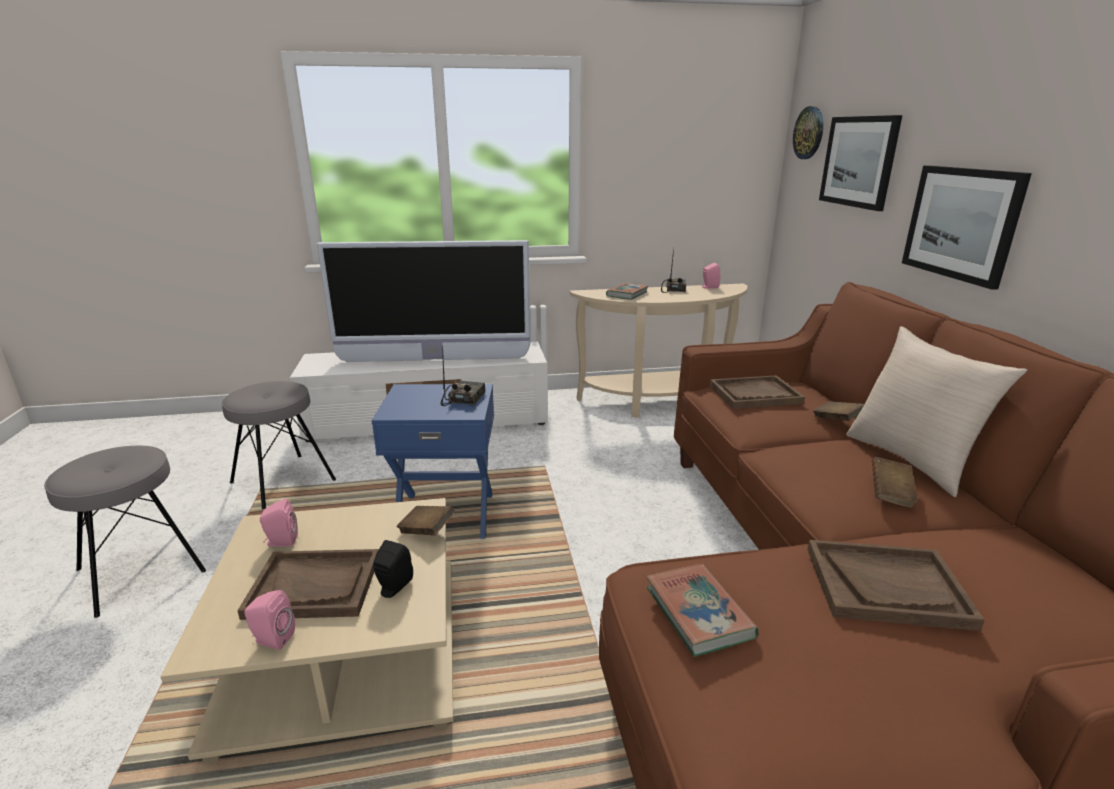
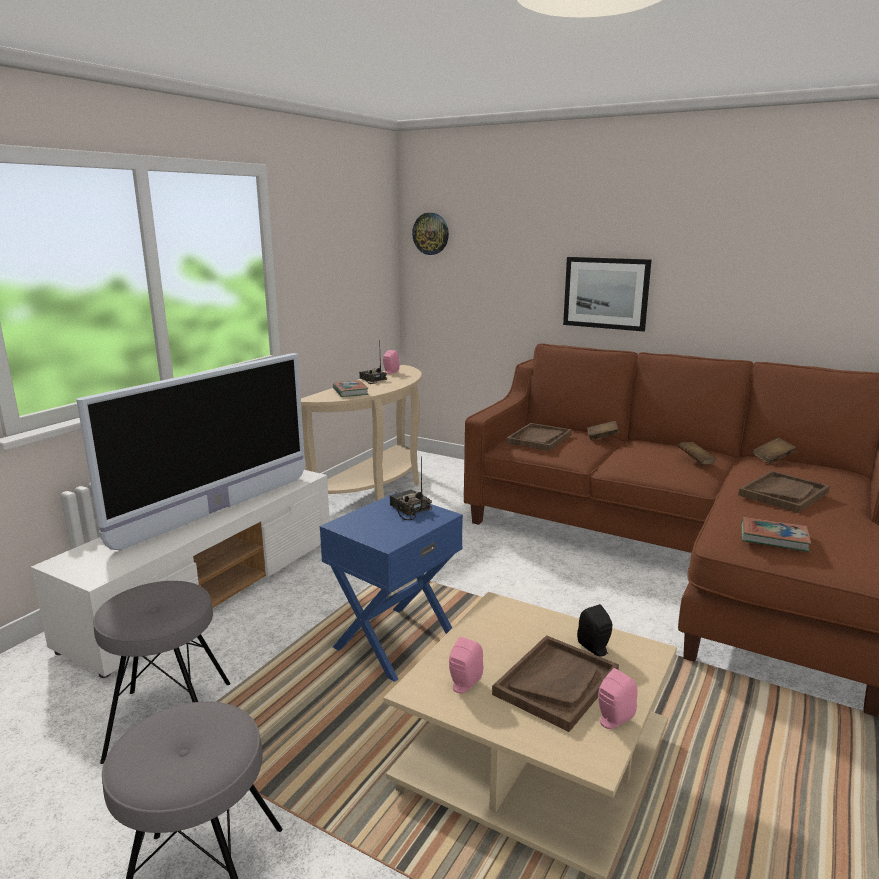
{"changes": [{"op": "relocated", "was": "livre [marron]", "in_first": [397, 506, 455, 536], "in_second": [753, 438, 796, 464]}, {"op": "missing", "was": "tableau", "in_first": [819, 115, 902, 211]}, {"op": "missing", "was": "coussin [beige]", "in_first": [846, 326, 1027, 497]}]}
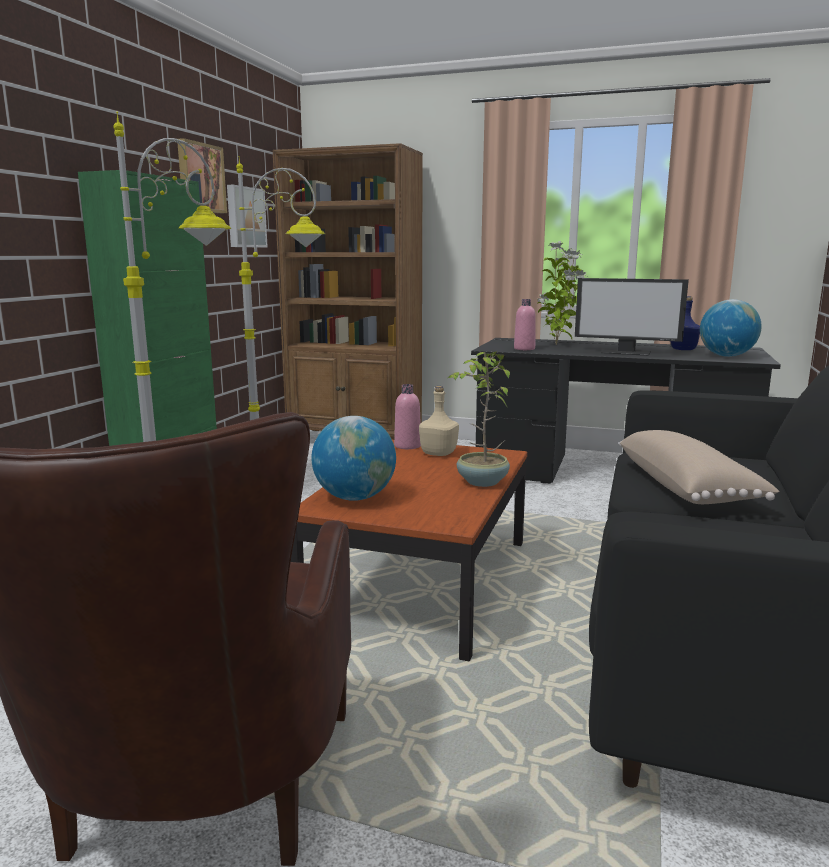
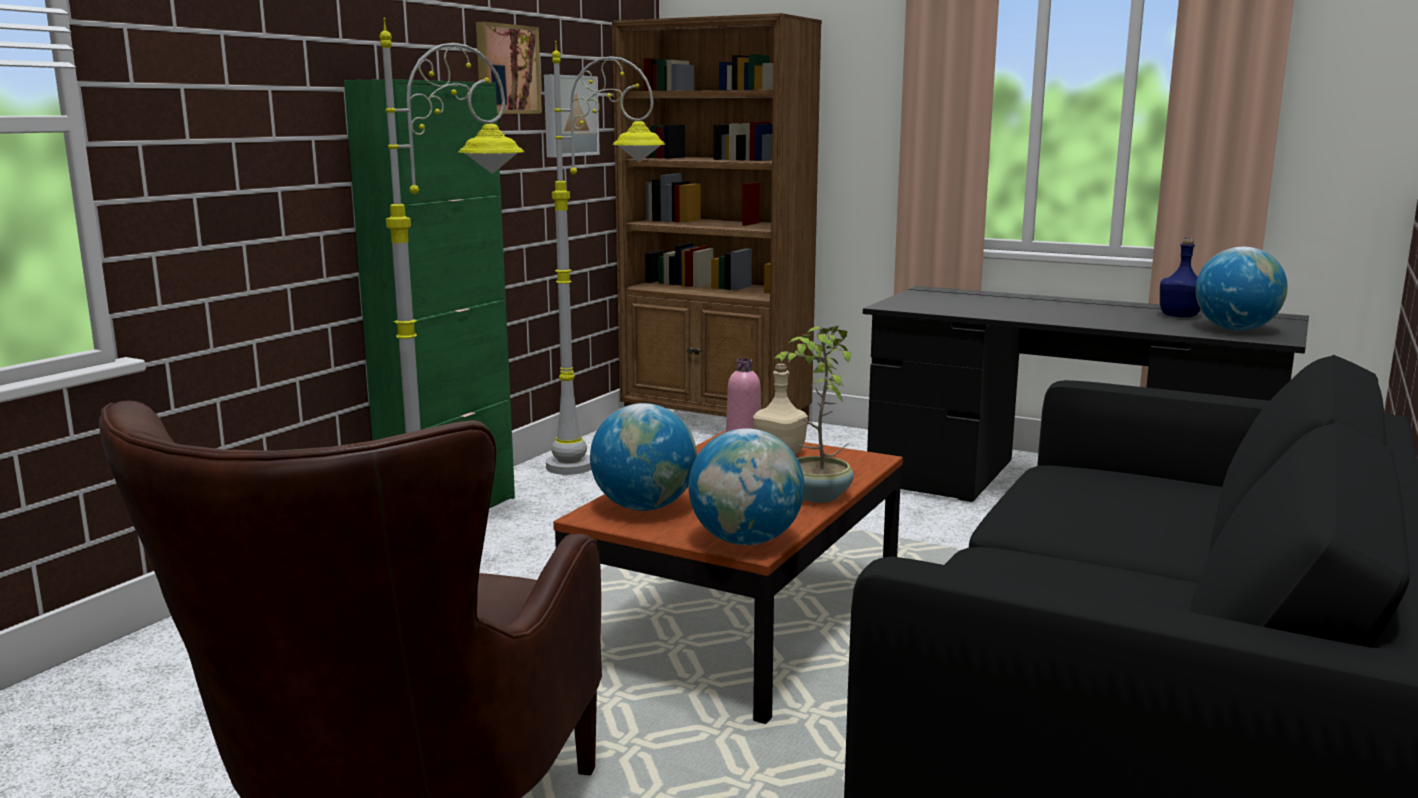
{"changes": [{"op": "appeared", "now": "globe", "in_second": [689, 428, 804, 545]}, {"op": "missing", "was": "bouteille [rose]", "in_first": [514, 299, 536, 350]}, {"op": "missing", "was": "plante en pot", "in_first": [537, 241, 588, 345]}, {"op": "missing", "was": "écran d'ordinateur", "in_first": [575, 278, 689, 356]}, {"op": "missing", "was": "coussin [beige]", "in_first": [619, 430, 779, 504]}]}
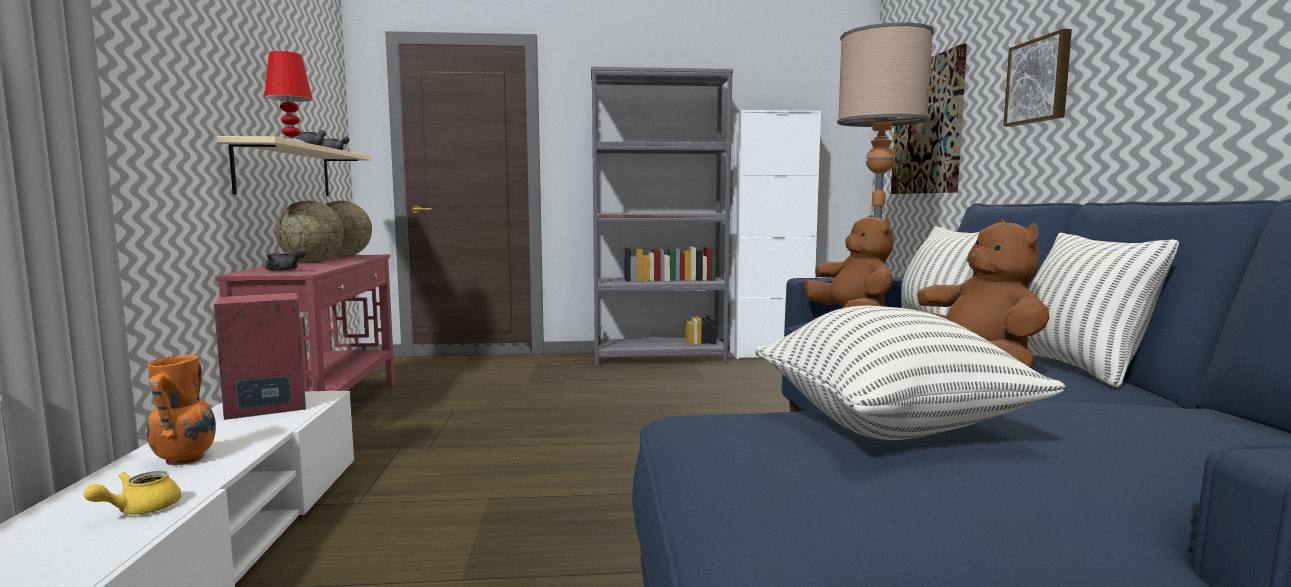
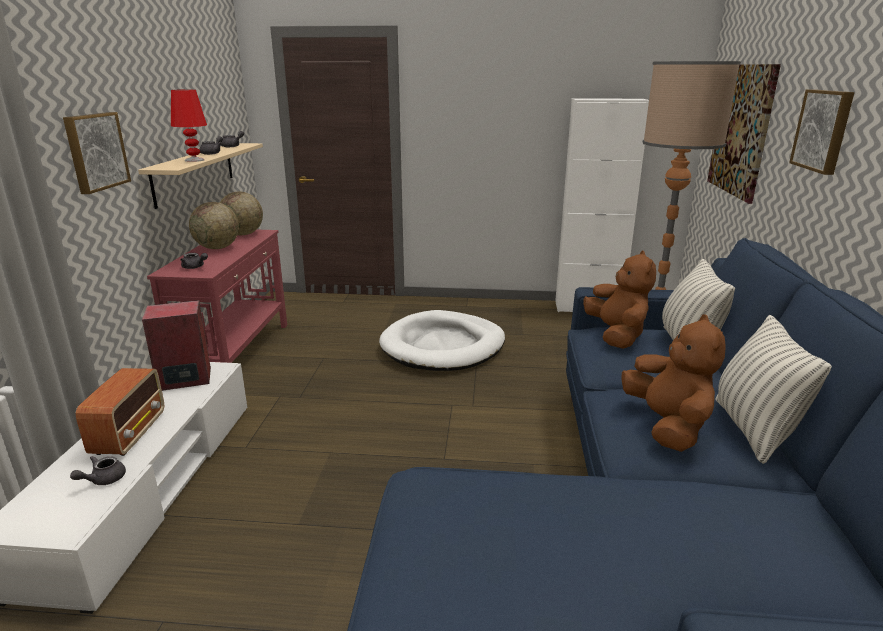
{"changes": [{"op": "appeared", "now": "tableau", "in_second": [63, 112, 131, 194]}, {"op": "colour", "was": "théière [jaune]", "now": "théière [gris]", "in_first": [84, 471, 181, 515], "in_second": [70, 456, 126, 485]}, {"op": "exchanged", "was": "vase [orange]", "now": "radio", "in_first": [146, 355, 216, 466], "in_second": [75, 368, 164, 456]}, {"op": "appeared", "now": "panier pour chien [blanc]", "in_second": [379, 310, 505, 371]}, {"op": "missing", "was": "bibliothèque [gris]", "in_first": [591, 66, 733, 366]}, {"op": "missing", "was": "coussin", "in_first": [755, 306, 1065, 440]}]}
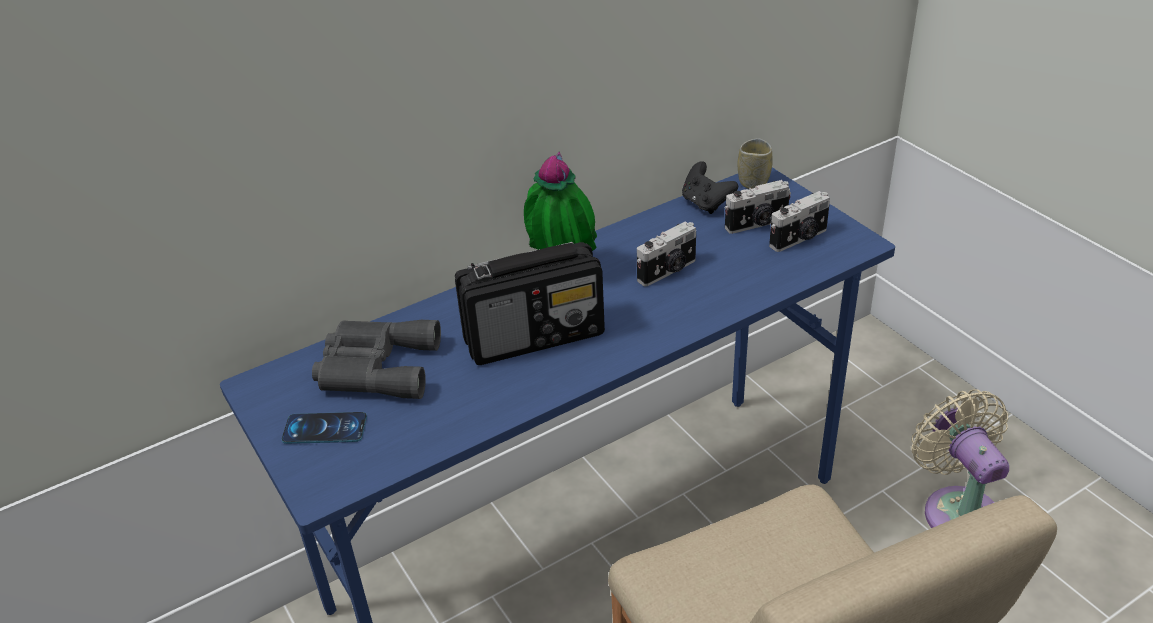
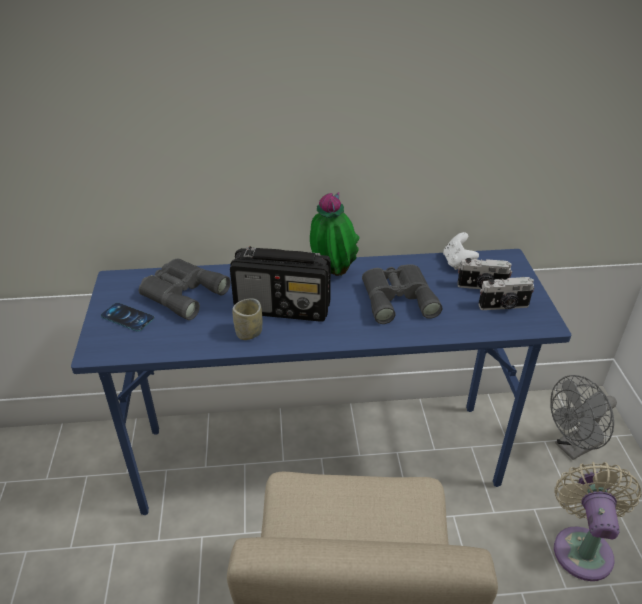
{"changes": [{"op": "relocated", "was": "tasse", "in_first": [737, 138, 773, 189], "in_second": [232, 298, 262, 340]}, {"op": "exchanged", "was": "appareil photo", "now": "jumelles [gris]", "in_first": [637, 221, 696, 286], "in_second": [362, 264, 442, 324]}, {"op": "colour", "was": "manette [noir]", "now": "manette [blanc]", "in_first": [682, 161, 738, 214], "in_second": [443, 232, 479, 270]}, {"op": "appeared", "now": "ventilateur [gris]", "in_second": [550, 375, 617, 460]}]}
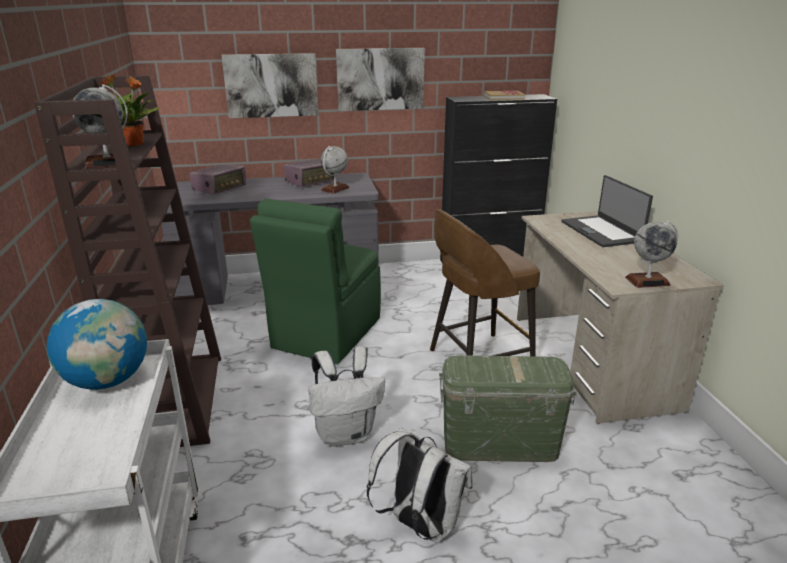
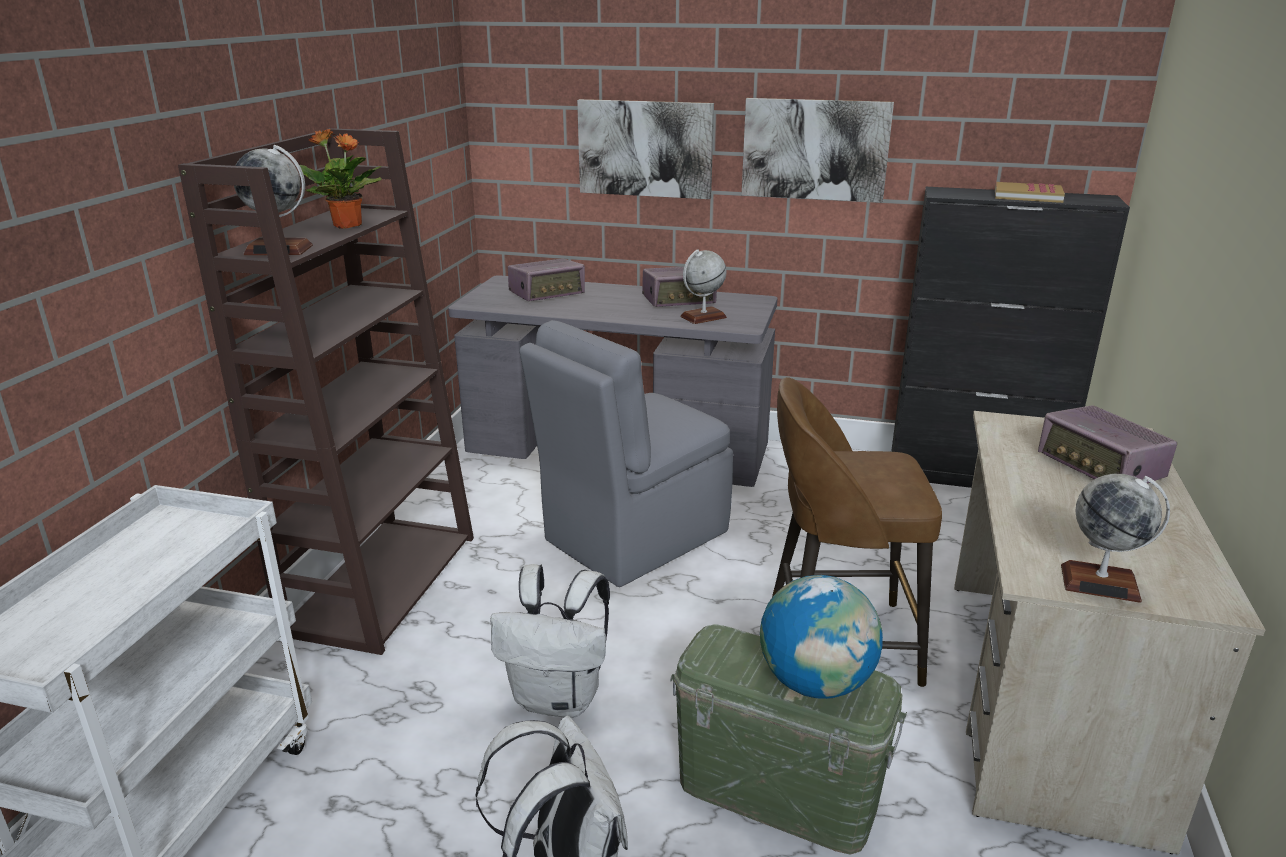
{"changes": [{"op": "colour", "was": "chaise [vert]", "now": "chaise [gris]", "in_first": [250, 199, 381, 364], "in_second": [519, 320, 733, 587]}, {"op": "relocated", "was": "globe", "in_first": [47, 299, 147, 390], "in_second": [760, 575, 883, 699]}, {"op": "exchanged", "was": "ordinateur portable", "now": "radio", "in_first": [561, 175, 653, 247], "in_second": [1038, 405, 1177, 484]}]}
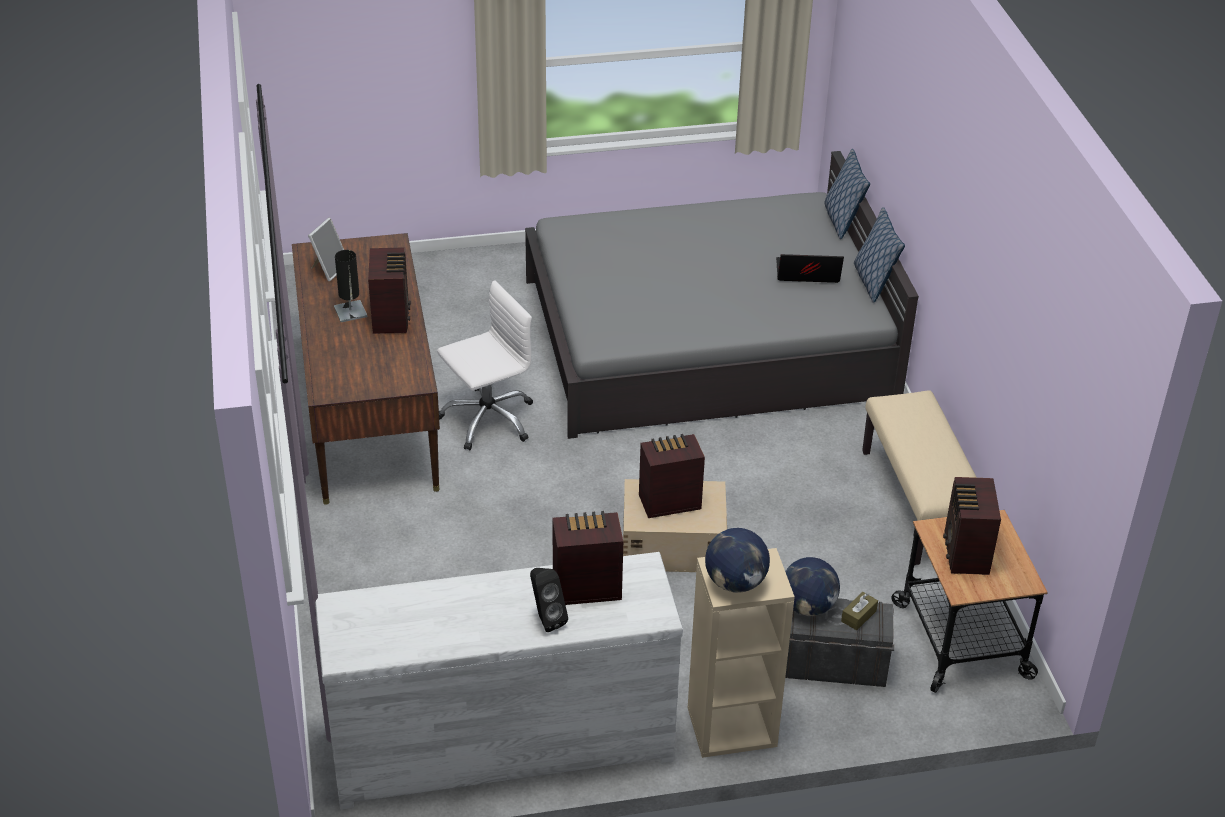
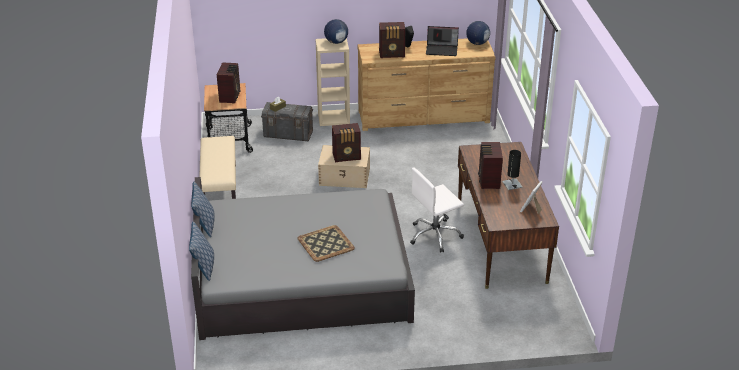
{"changes": [{"op": "appeared", "now": "plateau", "in_second": [297, 225, 355, 262]}, {"op": "colour", "was": "commode [blanc]", "now": "commode [marron]", "in_first": [315, 552, 683, 810], "in_second": [357, 38, 496, 131]}, {"op": "relocated", "was": "ordinateur portable", "in_first": [776, 254, 844, 283], "in_second": [426, 26, 459, 56]}, {"op": "relocated", "was": "globe", "in_first": [785, 557, 840, 616], "in_second": [466, 21, 490, 45]}]}
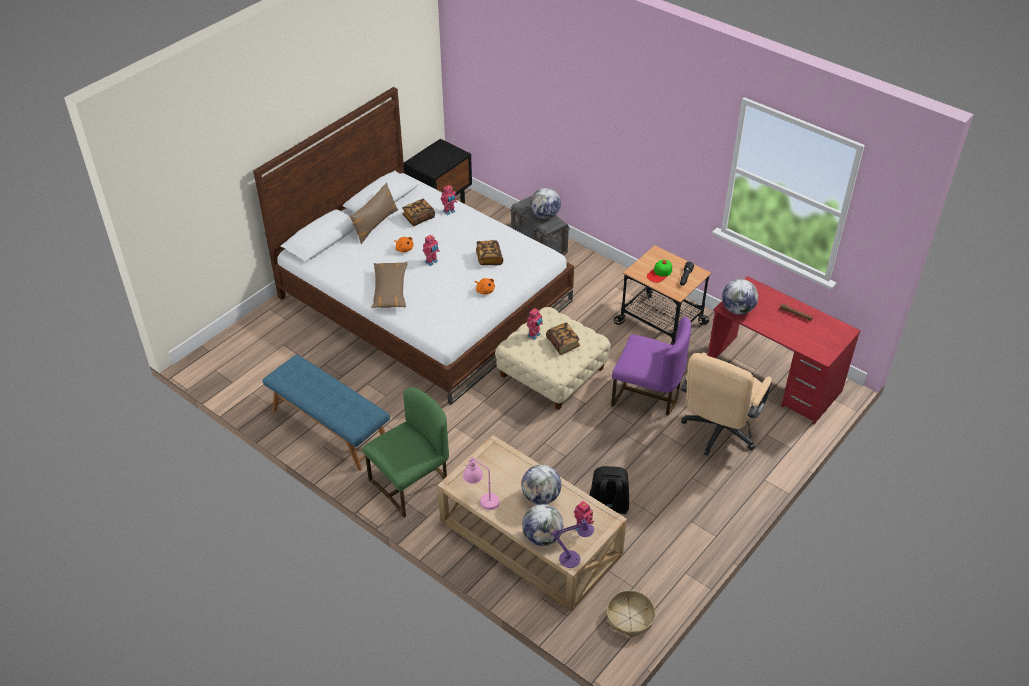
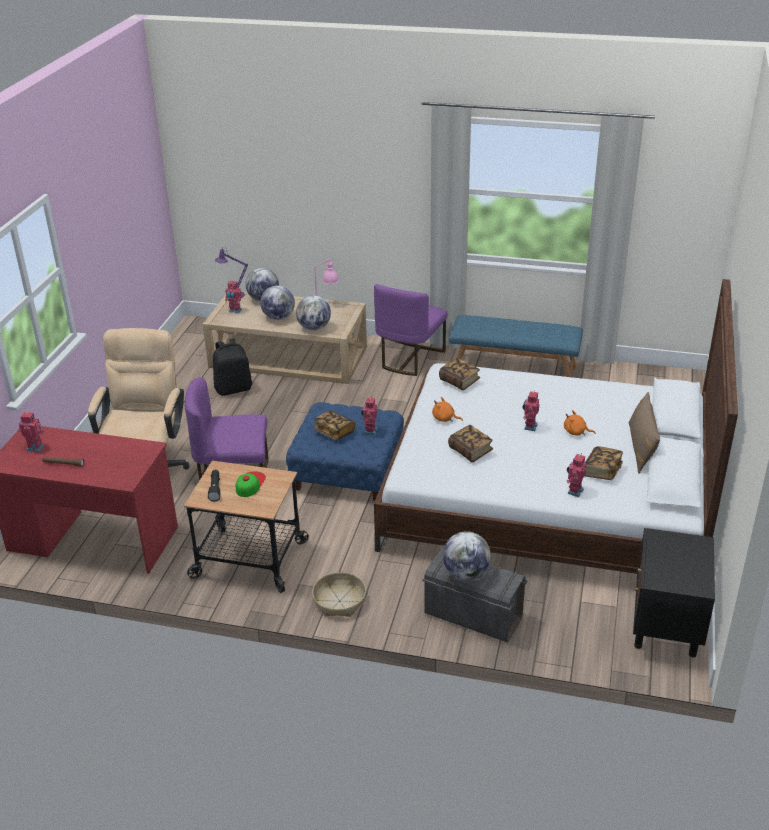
{"changes": [{"op": "appeared", "now": "robot jouet", "in_second": [19, 412, 44, 452]}, {"op": "colour", "was": "pouf [beige]", "now": "pouf [bleu]", "in_first": [495, 307, 611, 410], "in_second": [286, 402, 404, 501]}, {"op": "relocated", "was": "globe", "in_first": [722, 279, 758, 315], "in_second": [296, 295, 331, 330]}, {"op": "relocated", "was": "panier", "in_first": [607, 590, 656, 638], "in_second": [312, 572, 366, 617]}, {"op": "colour", "was": "chaise [vert]", "now": "chaise [violet]", "in_first": [362, 387, 449, 518], "in_second": [374, 284, 447, 376]}, {"op": "appeared", "now": "livre", "in_second": [439, 358, 480, 390]}, {"op": "missing", "was": "coussin [marron]", "in_first": [371, 262, 408, 308]}]}
